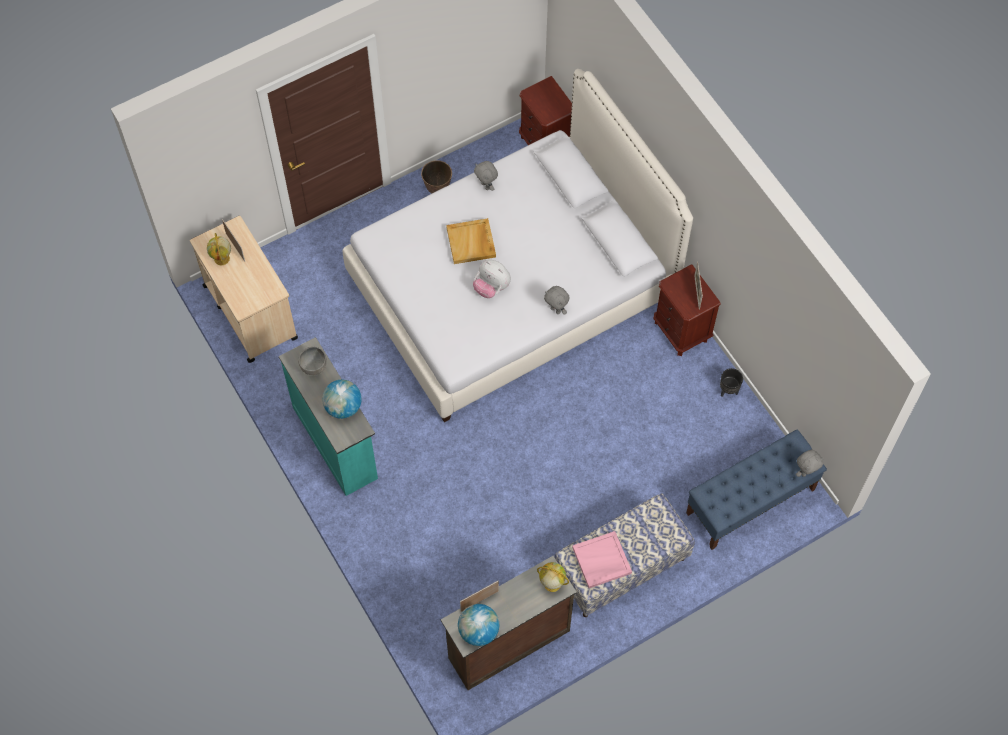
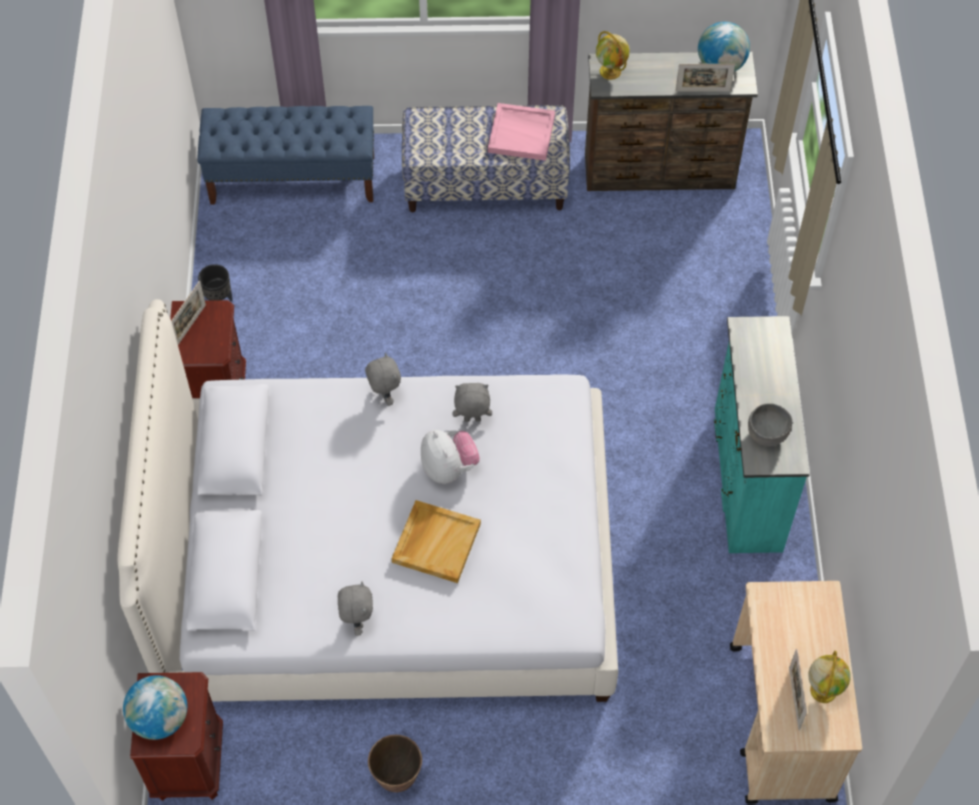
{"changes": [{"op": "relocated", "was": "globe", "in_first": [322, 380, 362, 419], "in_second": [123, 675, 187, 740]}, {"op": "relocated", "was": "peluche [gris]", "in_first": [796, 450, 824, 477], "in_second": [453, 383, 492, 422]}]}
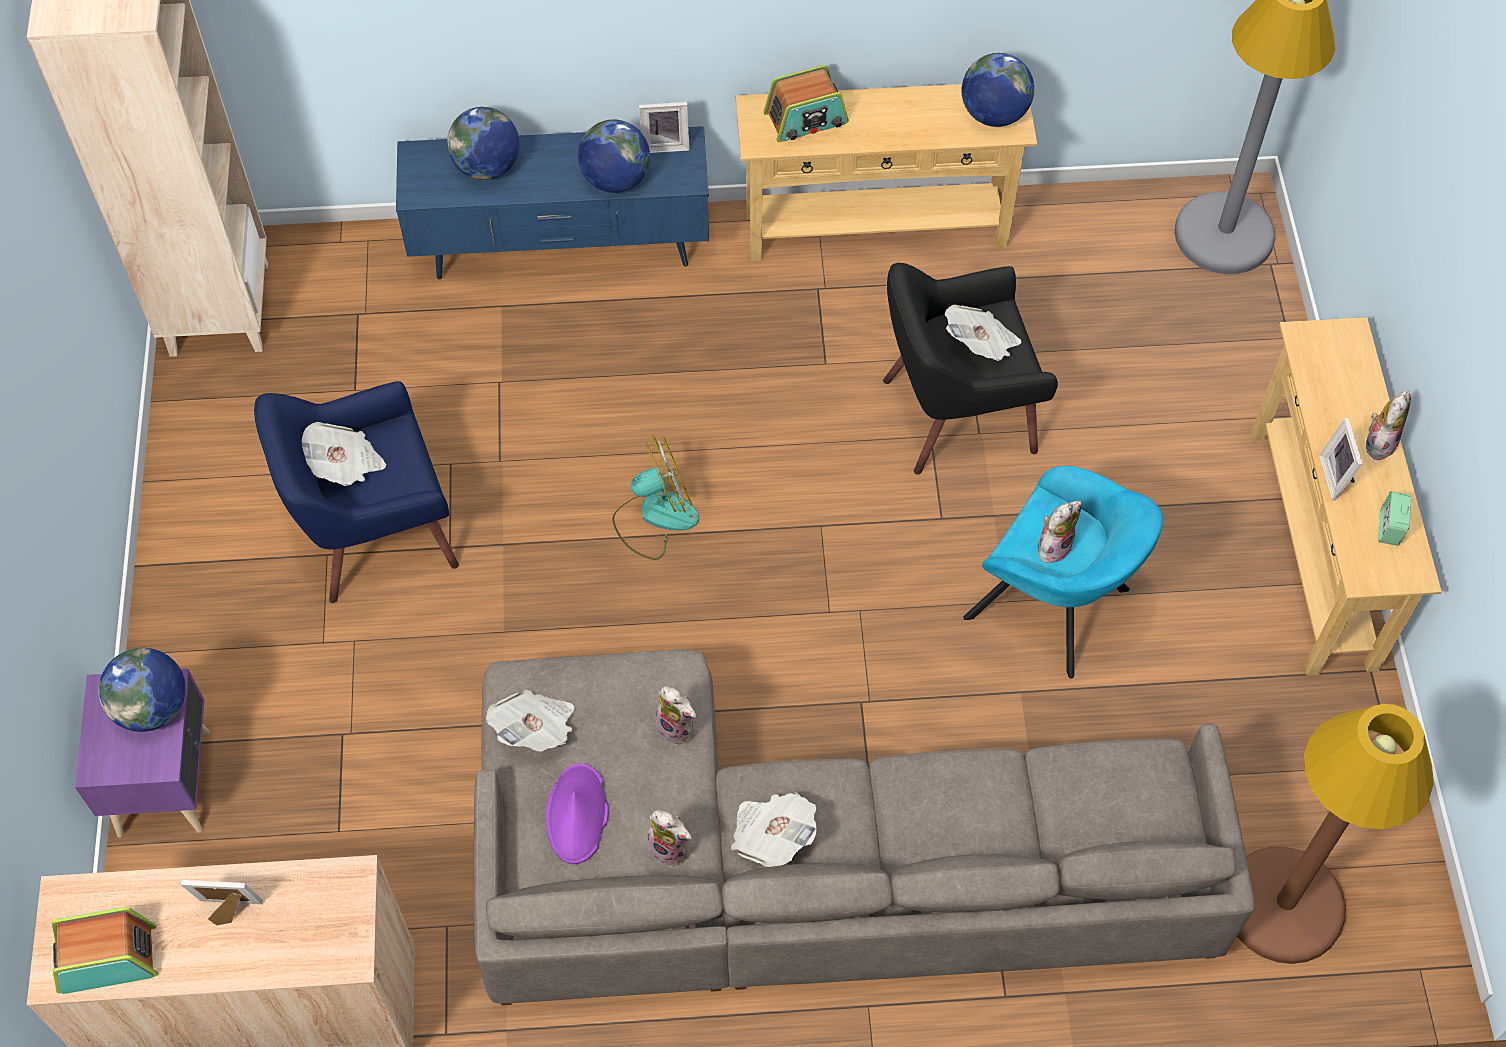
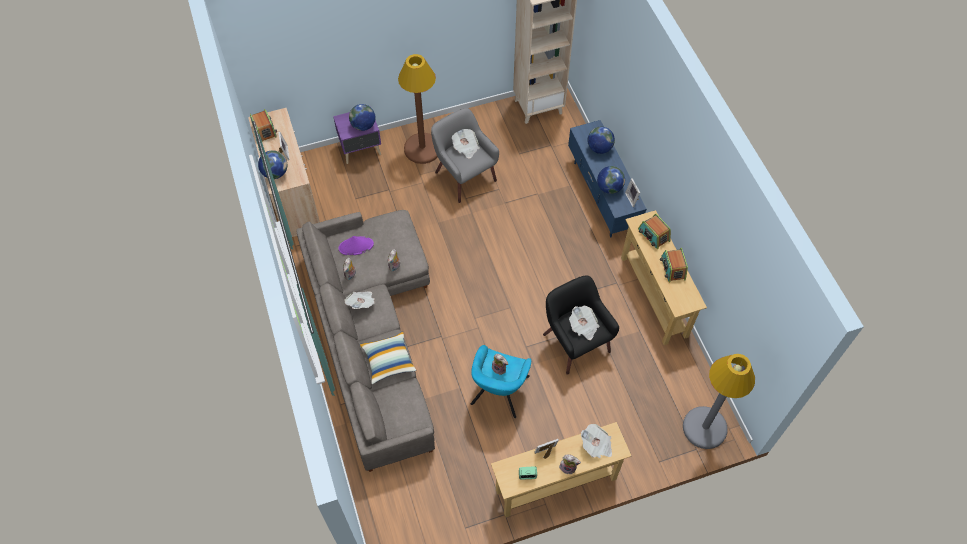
{"changes": [{"op": "relocated", "was": "globe", "in_first": [962, 53, 1034, 127], "in_second": [258, 150, 287, 179]}, {"op": "appeared", "now": "coussin", "in_second": [360, 331, 416, 384]}, {"op": "relocated", "was": "lampadaire [marron]", "in_first": [1237, 704, 1434, 964], "in_second": [398, 54, 438, 164]}, {"op": "colour", "was": "fauteuil [bleu]", "now": "fauteuil [gris]", "in_first": [254, 381, 459, 603], "in_second": [431, 108, 499, 203]}, {"op": "relocated", "was": "journal", "in_first": [486, 690, 575, 751], "in_second": [581, 424, 612, 458]}, {"op": "appeared", "now": "radio", "in_second": [660, 248, 688, 282]}, {"op": "missing", "was": "ventilateur", "in_first": [612, 435, 699, 560]}]}
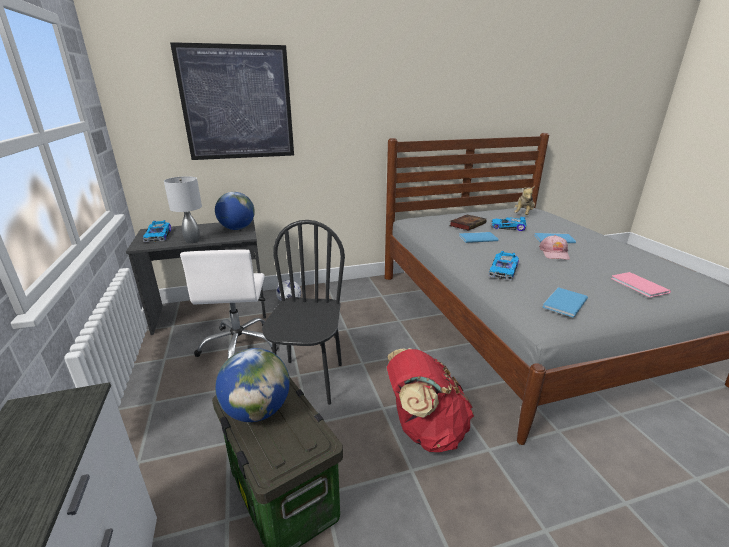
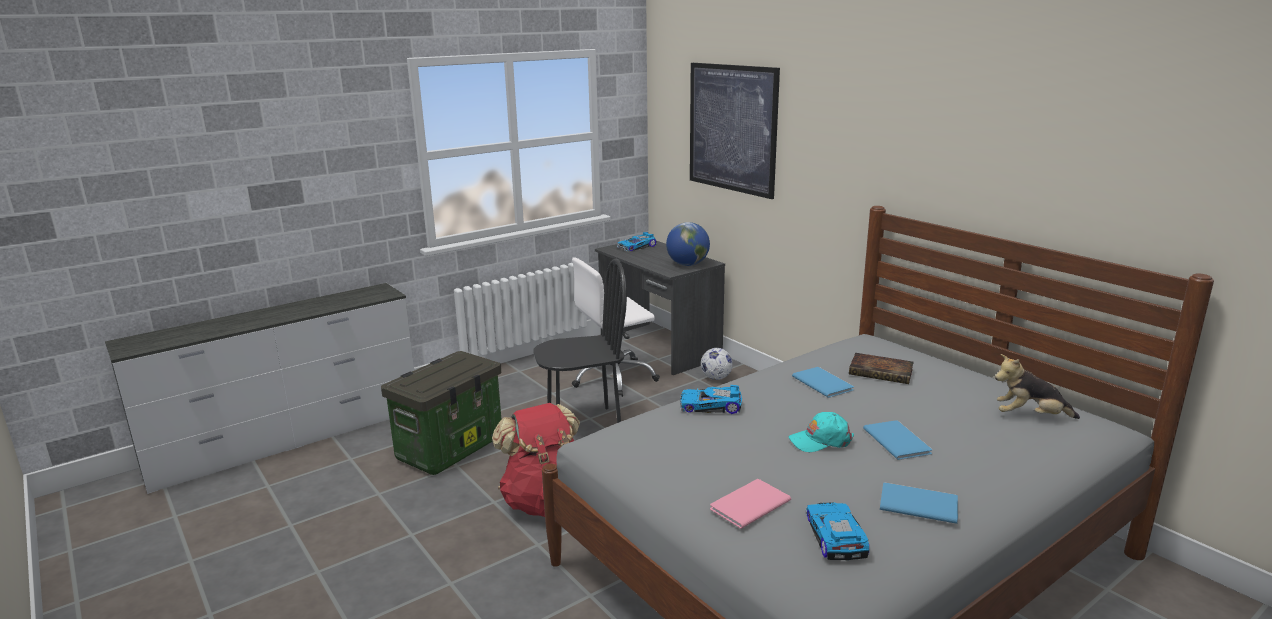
{"changes": [{"op": "colour", "was": "casquette [rose]", "now": "casquette [turquoise]", "in_first": [539, 235, 570, 260], "in_second": [789, 412, 854, 452]}, {"op": "relocated", "was": "petite voiture", "in_first": [491, 217, 527, 231], "in_second": [805, 502, 869, 560]}, {"op": "relocated", "was": "livre [bleu]", "in_first": [543, 288, 588, 317], "in_second": [880, 482, 958, 524]}, {"op": "missing", "was": "lampe de table [gris]", "in_first": [164, 176, 202, 243]}, {"op": "missing", "was": "globe", "in_first": [215, 348, 290, 422]}]}
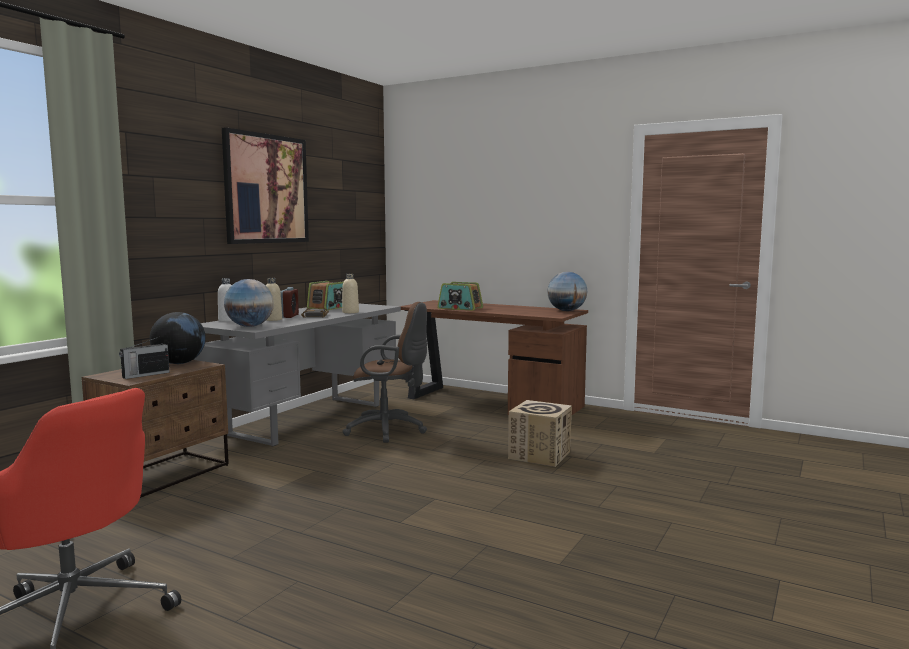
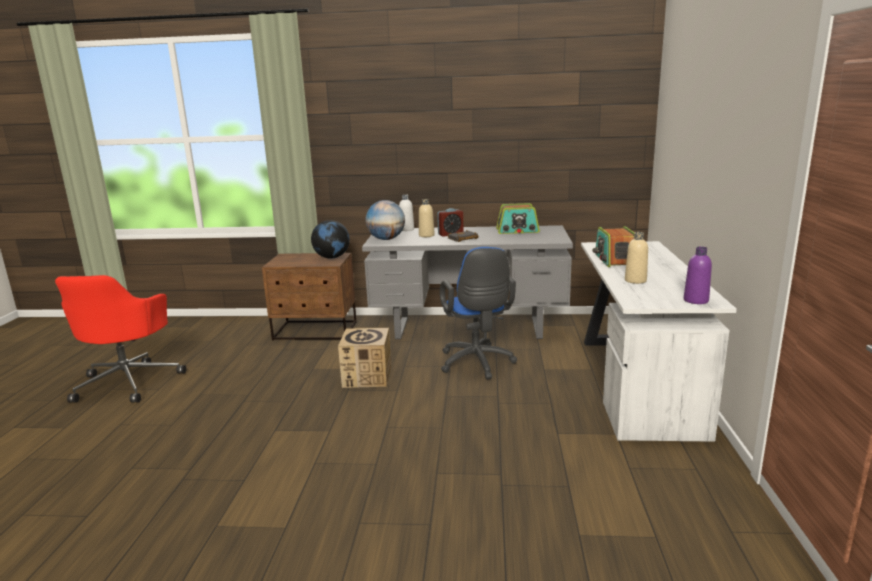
{"changes": [{"op": "relocated", "was": "carton", "in_first": [508, 400, 572, 467], "in_second": [338, 328, 392, 388]}, {"op": "colour", "was": "chaise de bureau [marron]", "now": "chaise de bureau [bleu]", "in_first": [342, 302, 427, 443], "in_second": [440, 247, 517, 380]}, {"op": "colour", "was": "bureau [marron]", "now": "bureau [blanc]", "in_first": [401, 300, 588, 415], "in_second": [581, 241, 737, 442]}, {"op": "relocated", "was": "bouteille [beige]", "in_first": [342, 274, 359, 313], "in_second": [625, 232, 648, 284]}, {"op": "exchanged", "was": "globe", "now": "bouteille [violet]", "in_first": [547, 272, 588, 311], "in_second": [684, 247, 712, 304]}, {"op": "missing", "was": "radio", "in_first": [119, 338, 170, 379]}, {"op": "missing", "was": "tableau", "in_first": [222, 127, 309, 244]}]}
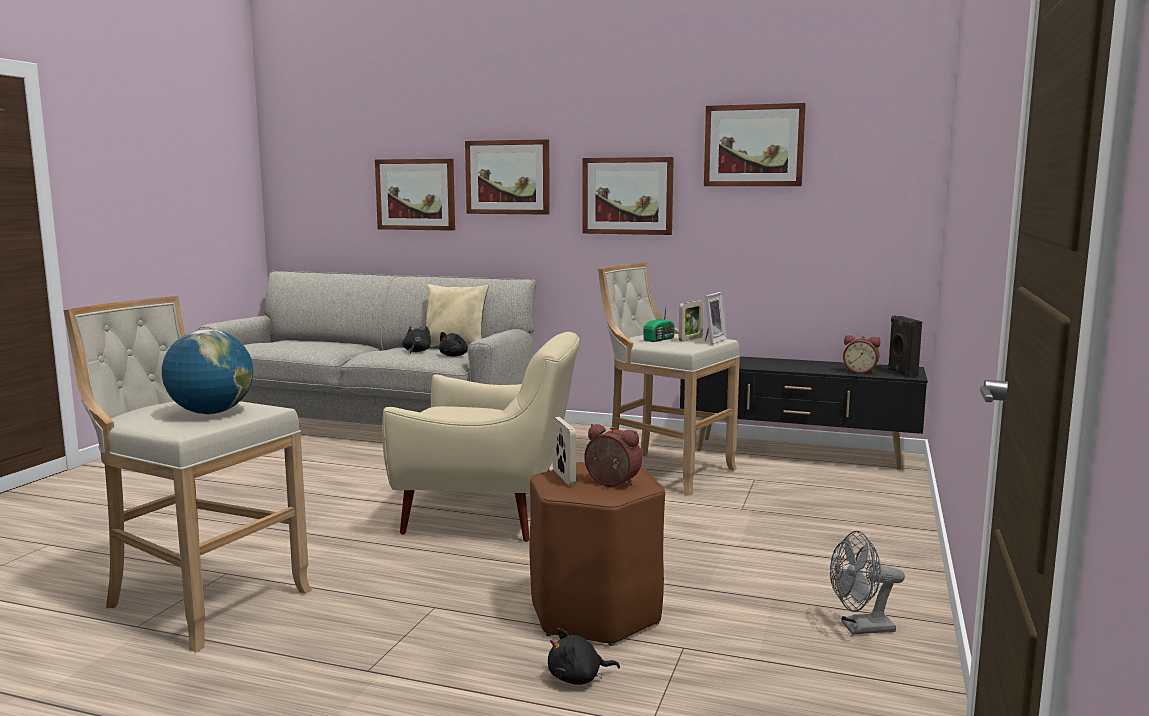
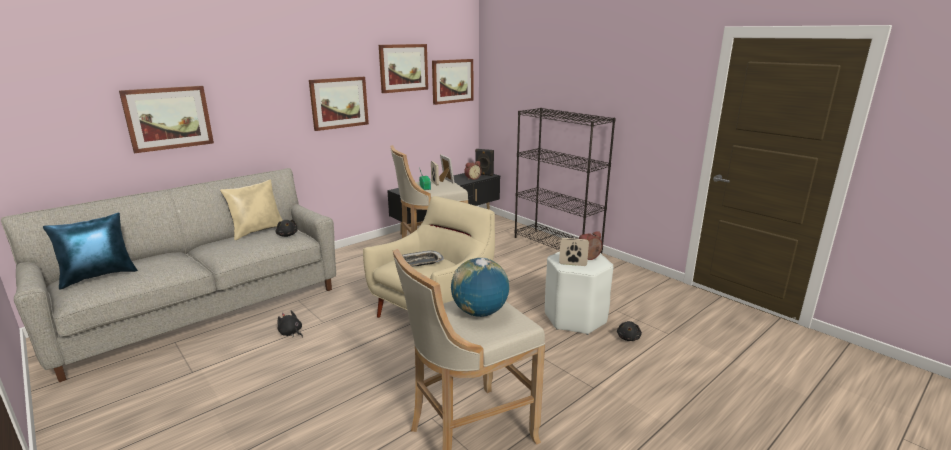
{"changes": [{"op": "appeared", "now": "coussin [bleu]", "in_second": [43, 213, 138, 289]}, {"op": "relocated", "was": "peluche [noir]", "in_first": [402, 326, 431, 354], "in_second": [277, 311, 303, 338]}, {"op": "appeared", "now": "plateau", "in_second": [402, 250, 444, 267]}, {"op": "relocated", "was": "tableau", "in_first": [465, 139, 550, 215], "in_second": [432, 59, 473, 105]}, {"op": "appeared", "now": "bibliothèque [noir]", "in_second": [514, 108, 616, 254]}, {"op": "colour", "was": "tabouret [marron]", "now": "tabouret [blanc]", "in_first": [530, 462, 665, 646], "in_second": [545, 252, 613, 335]}, {"op": "missing", "was": "ventilateur [gris]", "in_first": [830, 531, 905, 635]}]}
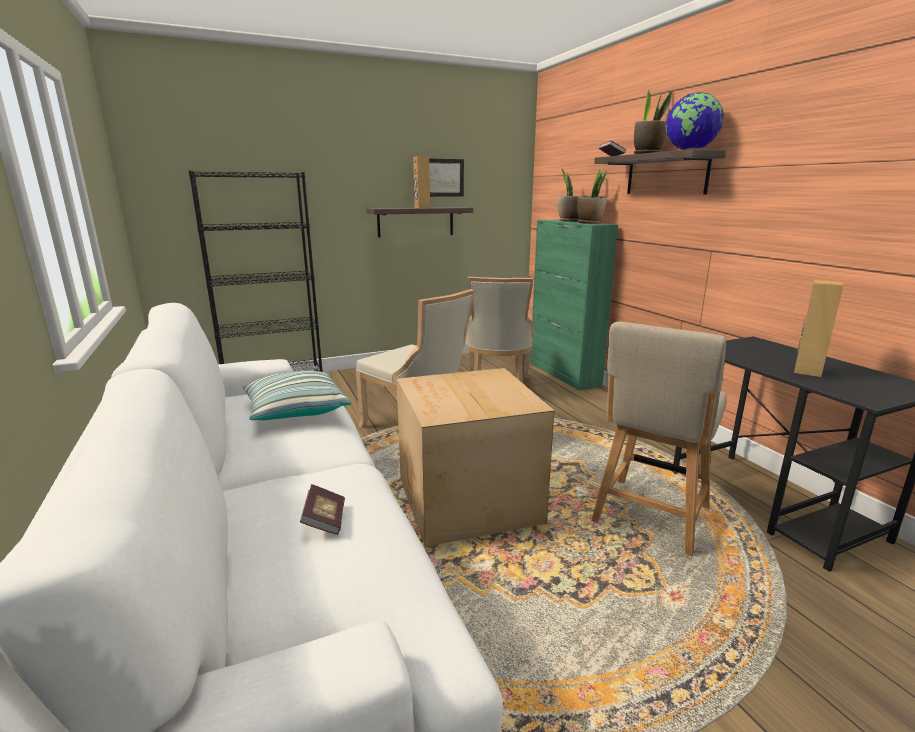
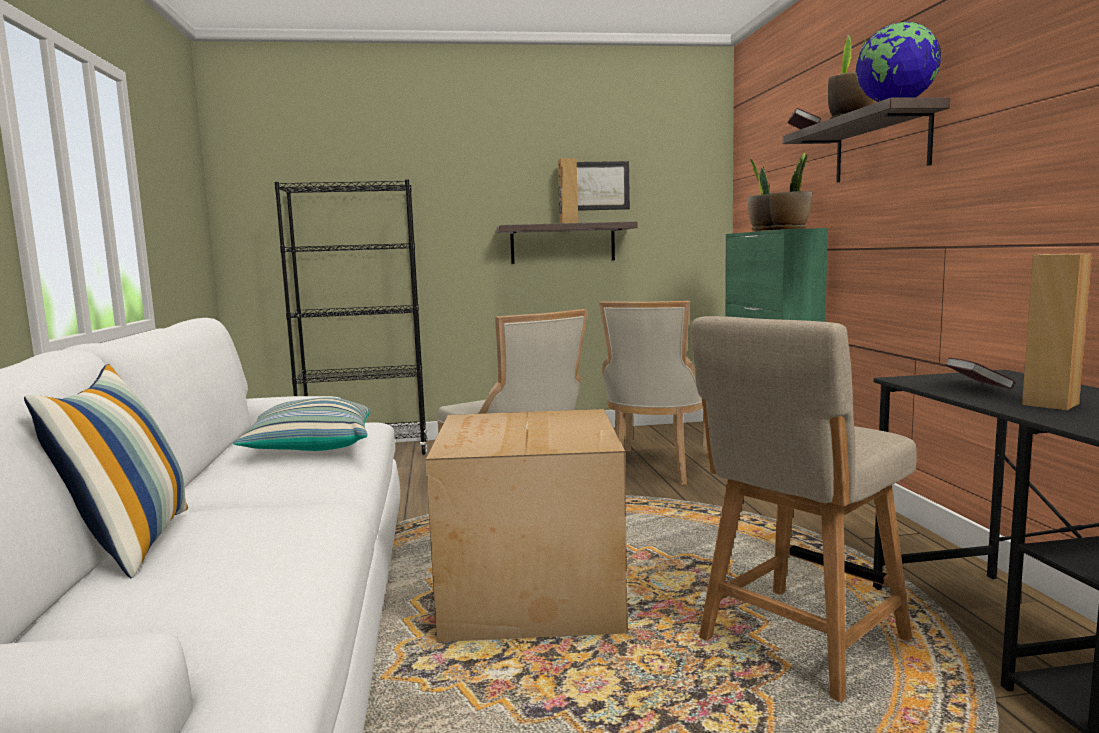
{"changes": [{"op": "appeared", "now": "coussin", "in_second": [24, 364, 188, 579]}, {"op": "relocated", "was": "livre", "in_first": [300, 484, 345, 535], "in_second": [945, 358, 1015, 389]}]}
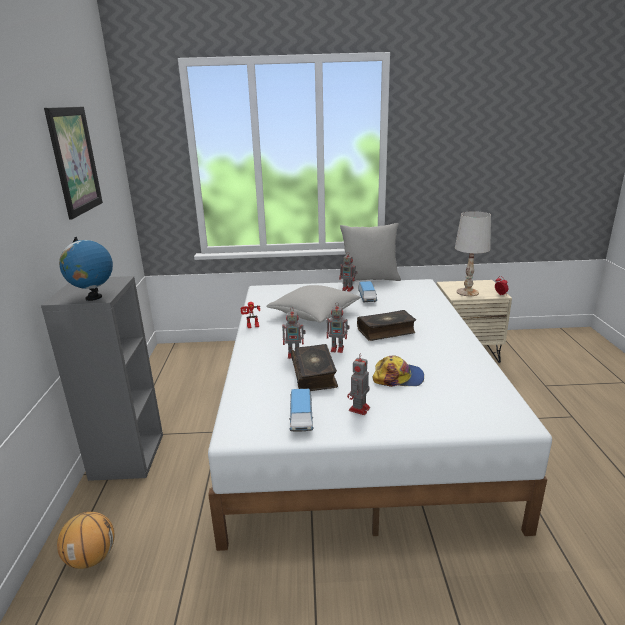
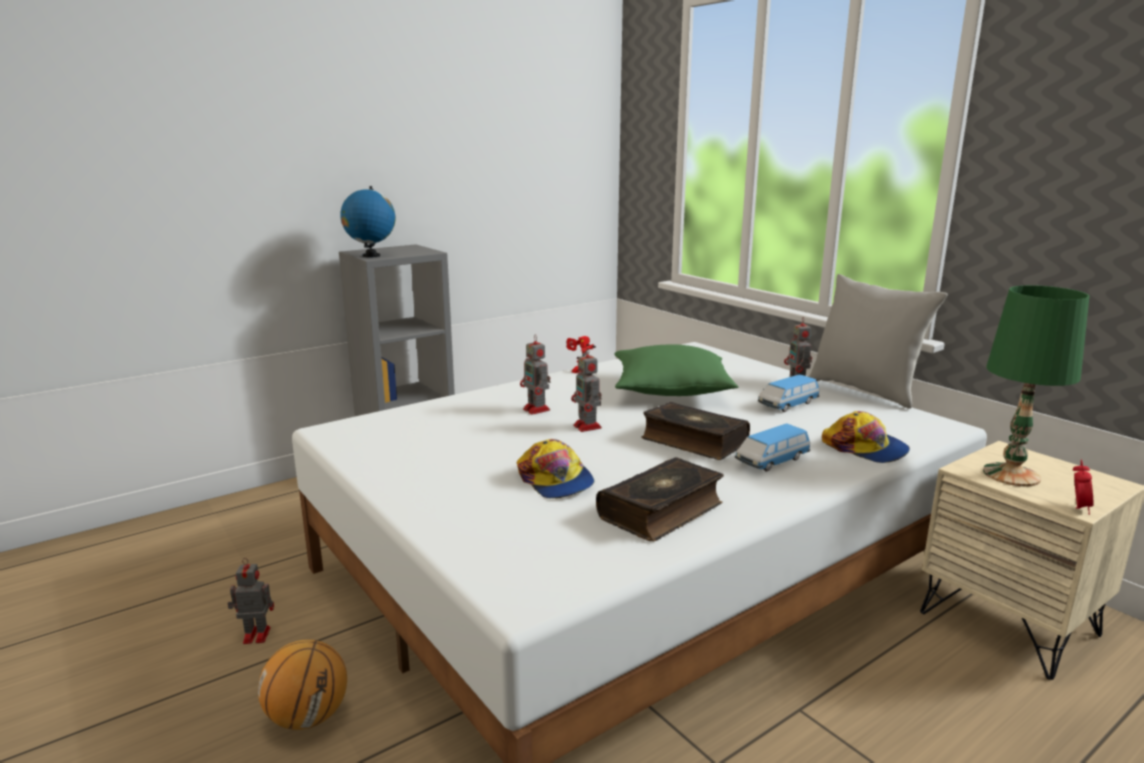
{"changes": [{"op": "relocated", "was": "robot jouet", "in_first": [347, 355, 370, 415], "in_second": [227, 558, 274, 644]}, {"op": "relocated", "was": "ballon de basket", "in_first": [57, 512, 115, 569], "in_second": [258, 639, 347, 730]}, {"op": "relocated", "was": "livre", "in_first": [291, 344, 338, 391], "in_second": [596, 457, 724, 541]}, {"op": "colour", "was": "coussin [gris]", "now": "coussin [vert]", "in_first": [266, 285, 361, 323], "in_second": [614, 344, 738, 396]}, {"op": "relocated", "was": "petite voiture", "in_first": [289, 389, 314, 432], "in_second": [735, 423, 810, 472]}, {"op": "appeared", "now": "casquette", "in_second": [822, 411, 910, 463]}, {"op": "colour", "was": "lampe de table [blanc]", "now": "lampe de table [vert]", "in_first": [455, 211, 491, 296], "in_second": [983, 285, 1089, 487]}, {"op": "missing", "was": "tableau", "in_first": [44, 107, 103, 220]}]}
